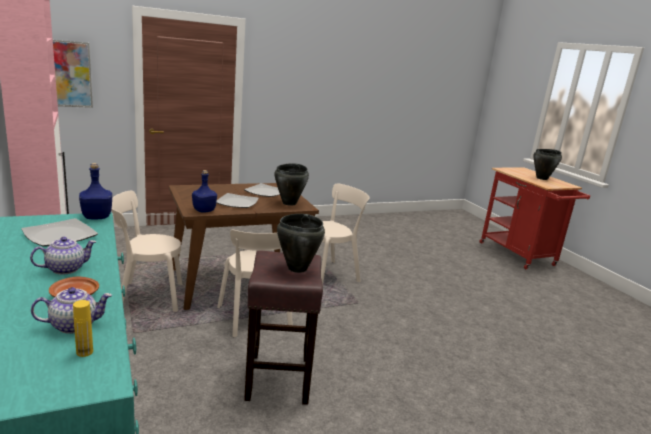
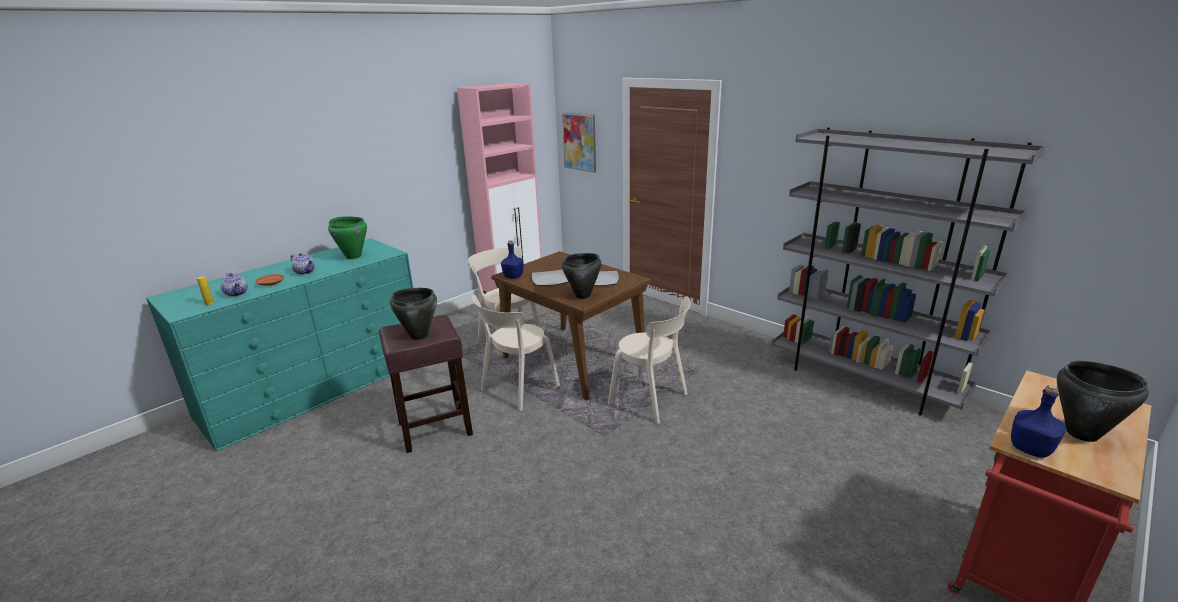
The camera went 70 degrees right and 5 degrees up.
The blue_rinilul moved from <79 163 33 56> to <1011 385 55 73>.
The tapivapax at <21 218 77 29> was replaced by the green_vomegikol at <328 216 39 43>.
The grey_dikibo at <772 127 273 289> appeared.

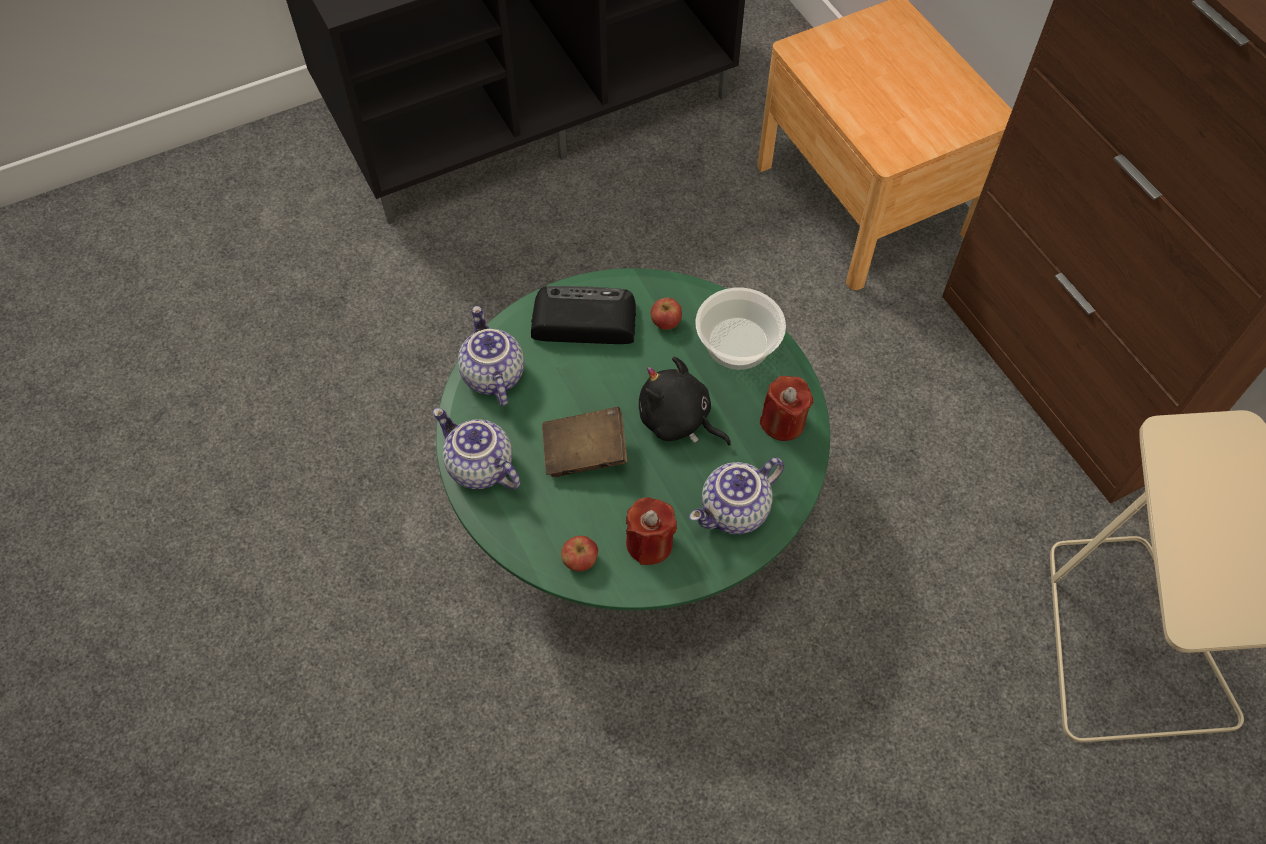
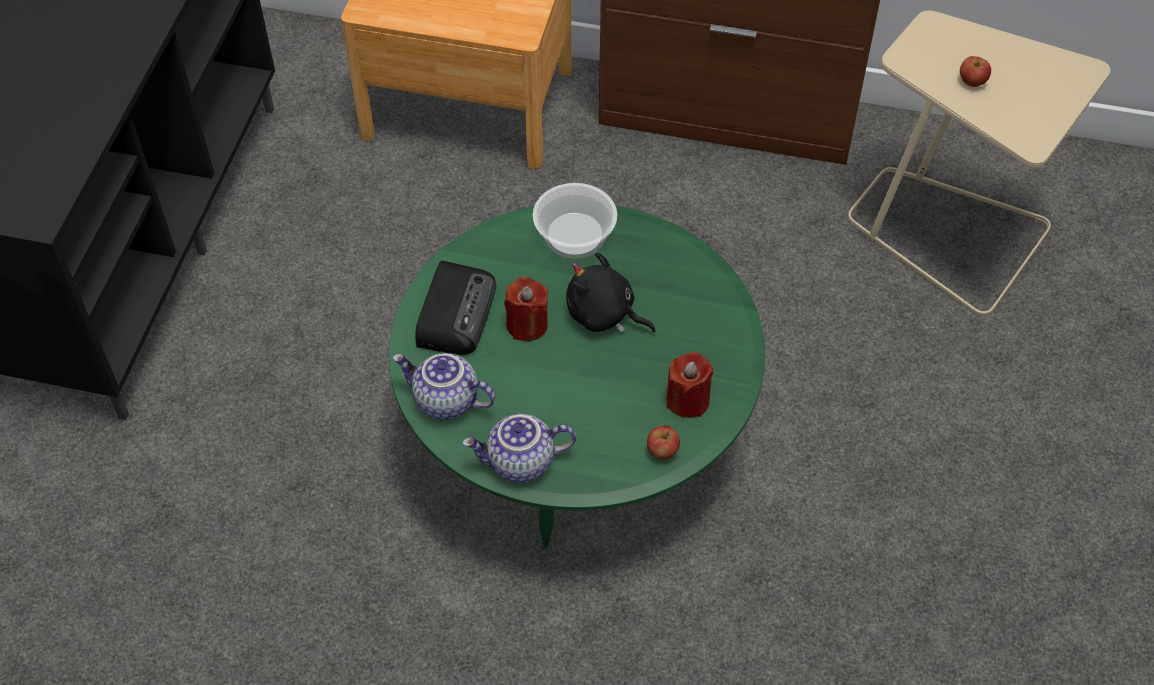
The camera went 50 degrees left and 5 degrees down.
The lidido at <531 286 105 58> turned 150 degrees clockwise.
The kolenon moved from <651 298 31 32> to <960 56 31 31>.
The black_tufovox at <639 356 92 89> turned 45 degrees clockwise.
The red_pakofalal moved from <760 376 53 65> to <504 277 44 64>.
The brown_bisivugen at <542 407 85 70> disappeared.
The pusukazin at <689 457 95 77> disappeared.

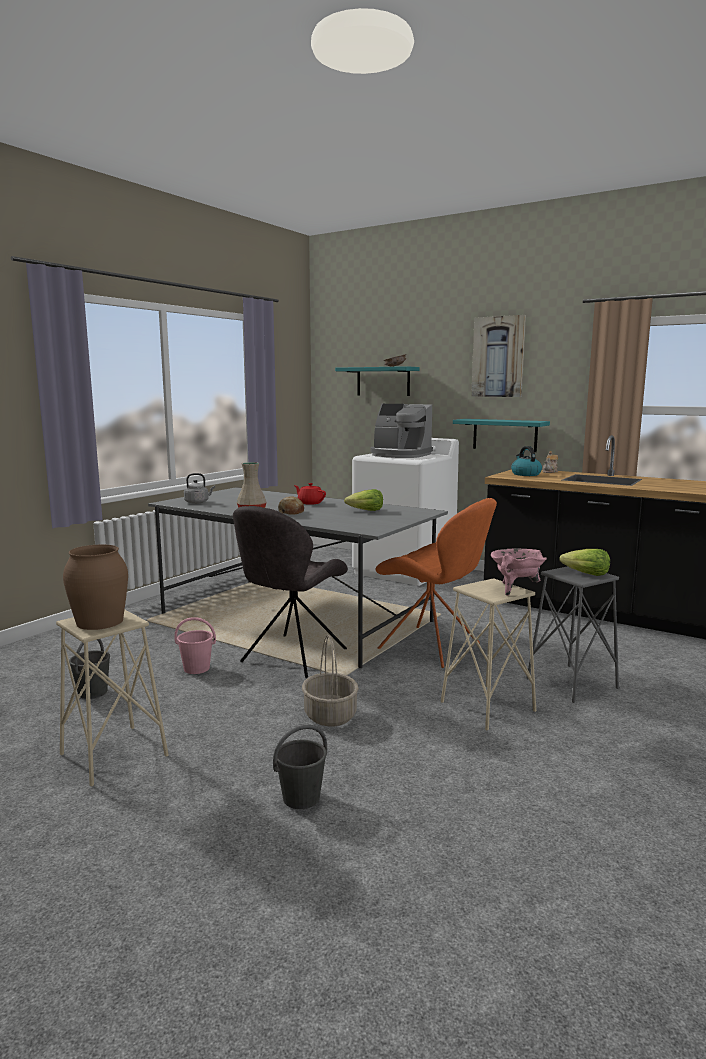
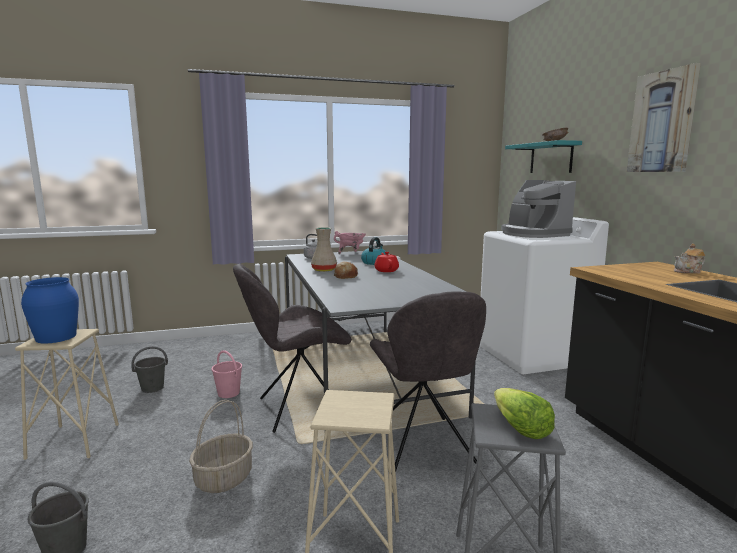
The camera went 40 degrees right and 0 degrees up.
The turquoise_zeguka at <453 419 97 33> disappeared.
The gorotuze moved from <511 446 31 30> to <361 237 25 28>.
The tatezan at <344 489 39 22> disappeared.
The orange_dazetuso at <375 498 122 170> became the grey_dazetuso at <370 291 116 182>.
The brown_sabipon at <63 545 65 85> became the blue_sabipon at <21 277 58 66>.
The pink_vomegikol moved from <491 549 56 47> to <334 231 32 23>.

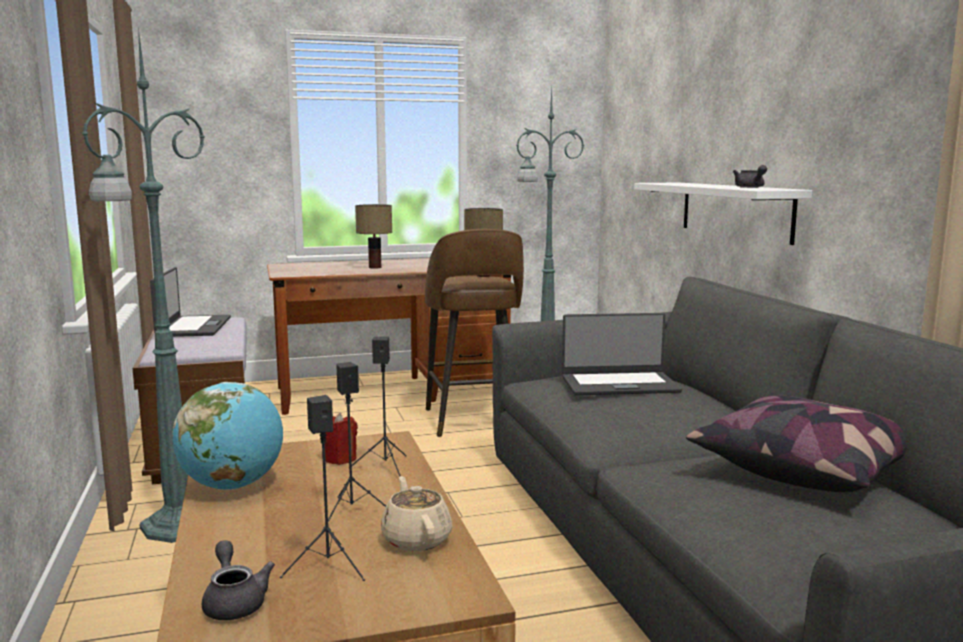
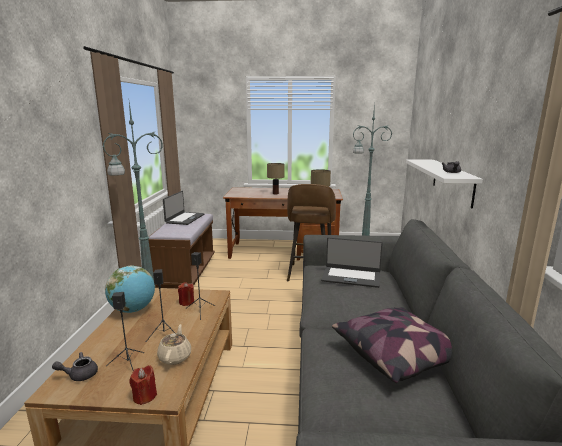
The camera went 20 degrees right and 5 degrees up.
The grey_pusukazin at <202 540 73 80> turned 105 degrees counterclockwise.
The red_pakofalal at <129 365 28 40> appeared.

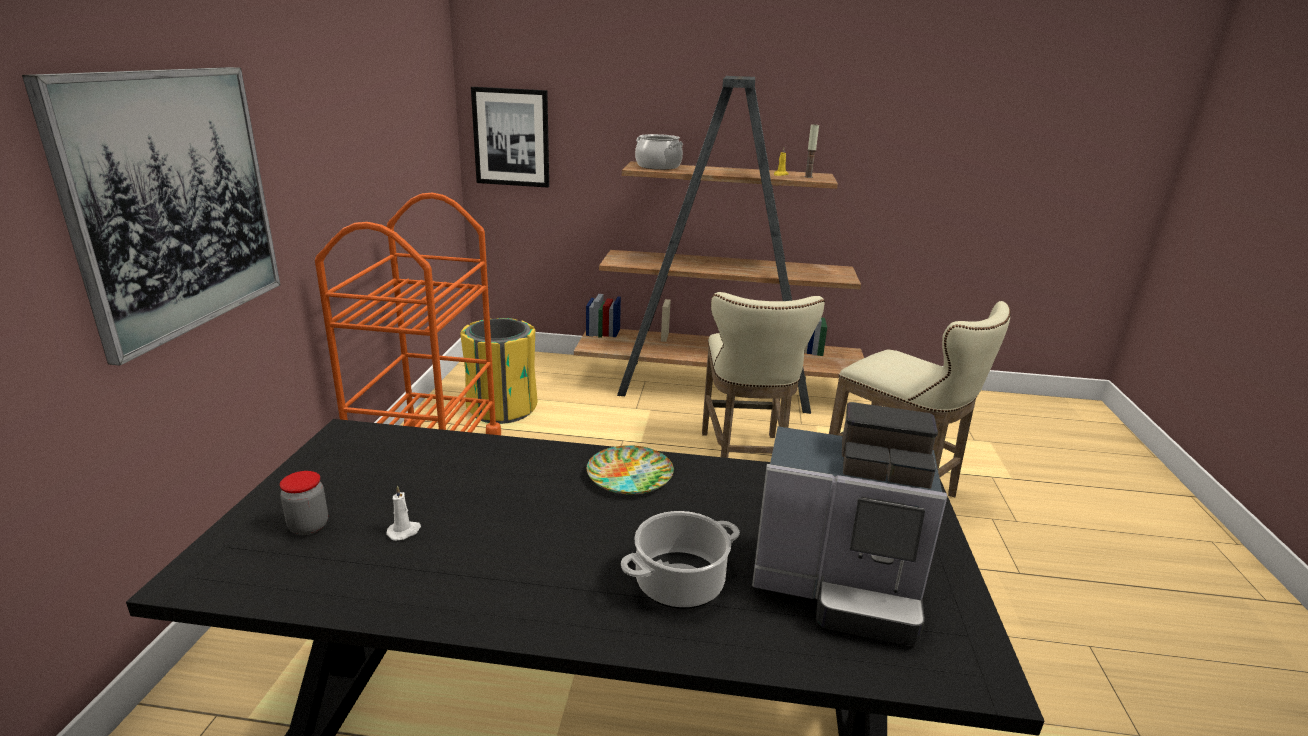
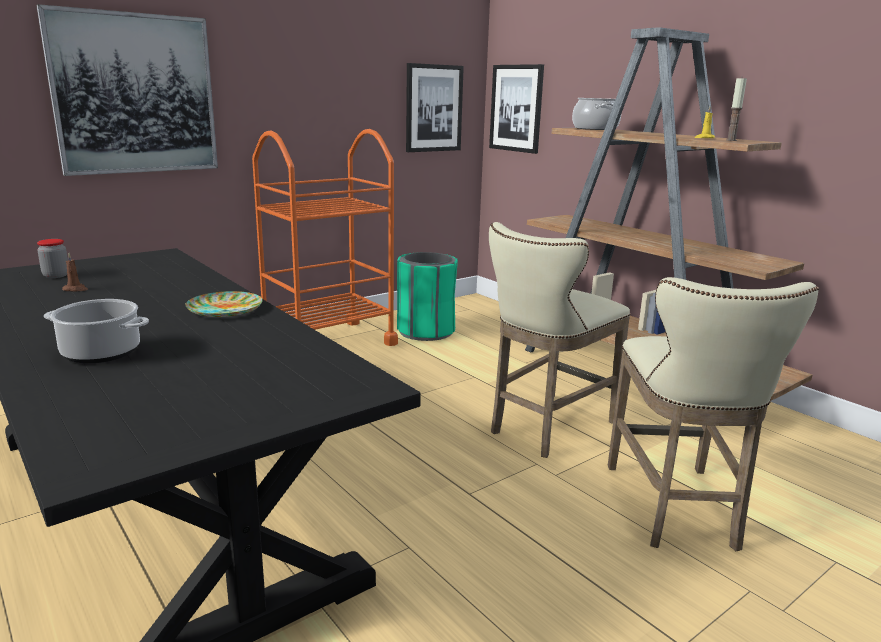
The camera went 45 degrees right and 5 degrees down.
The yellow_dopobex at <460 318 78 106> became the green_dopobex at <397 252 61 89>.
The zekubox at <752 402 195 244> disappeared.
The white_pakofalal at <386 485 35 56> became the brown_pakofalal at <62 253 26 39>.
The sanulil at <406 63 58 89> appeared.

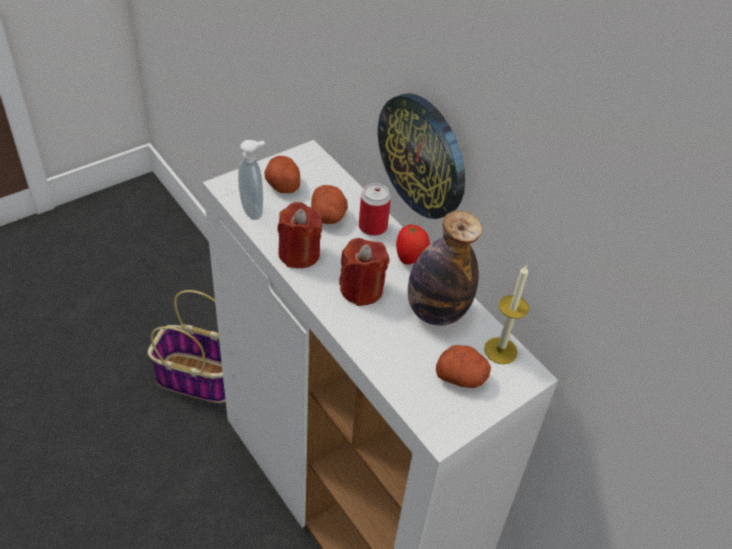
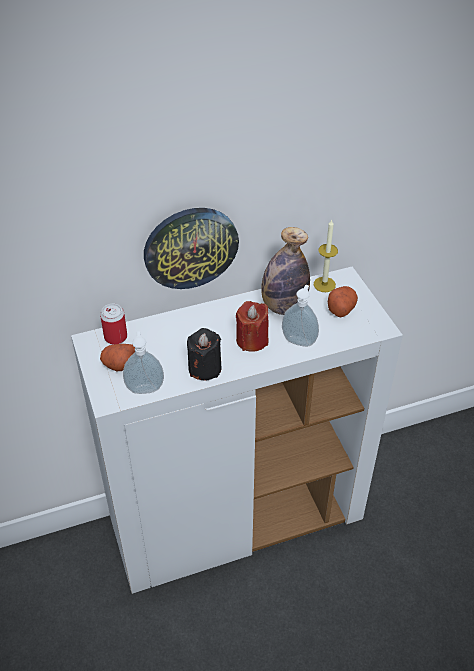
The camera went 70 degrees left and 0 degrees up.
The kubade moved from <359 183 32 53> to <100 303 27 42>.
The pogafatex at <311 185 37 39> disappeared.
The red_pakofalal at <277 202 45 66> became the black_pakofalal at <187 328 35 53>.
The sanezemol at <396 224 34 40> disappeared.
The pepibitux at <148 290 77 113> disappeared.
The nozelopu at <282 285 37 62> appeared.

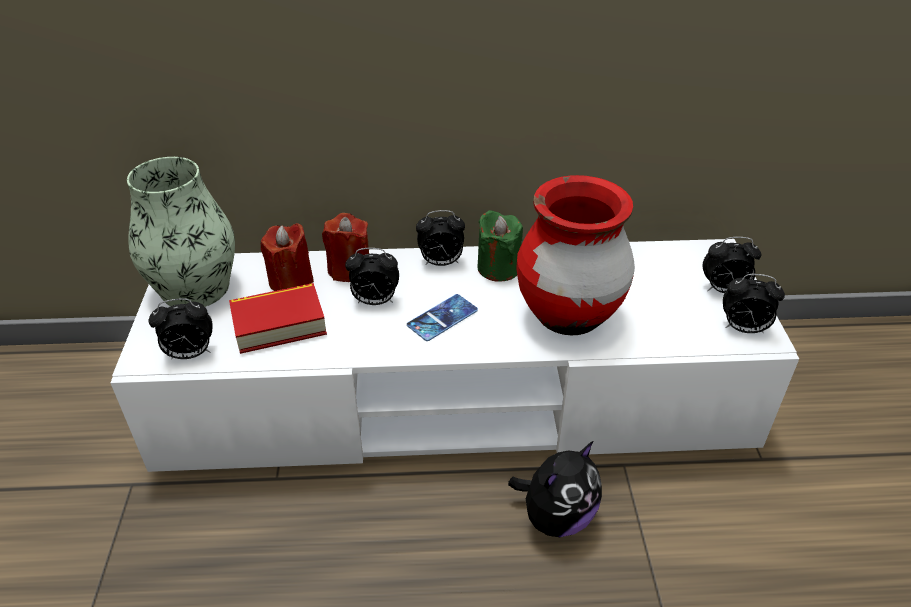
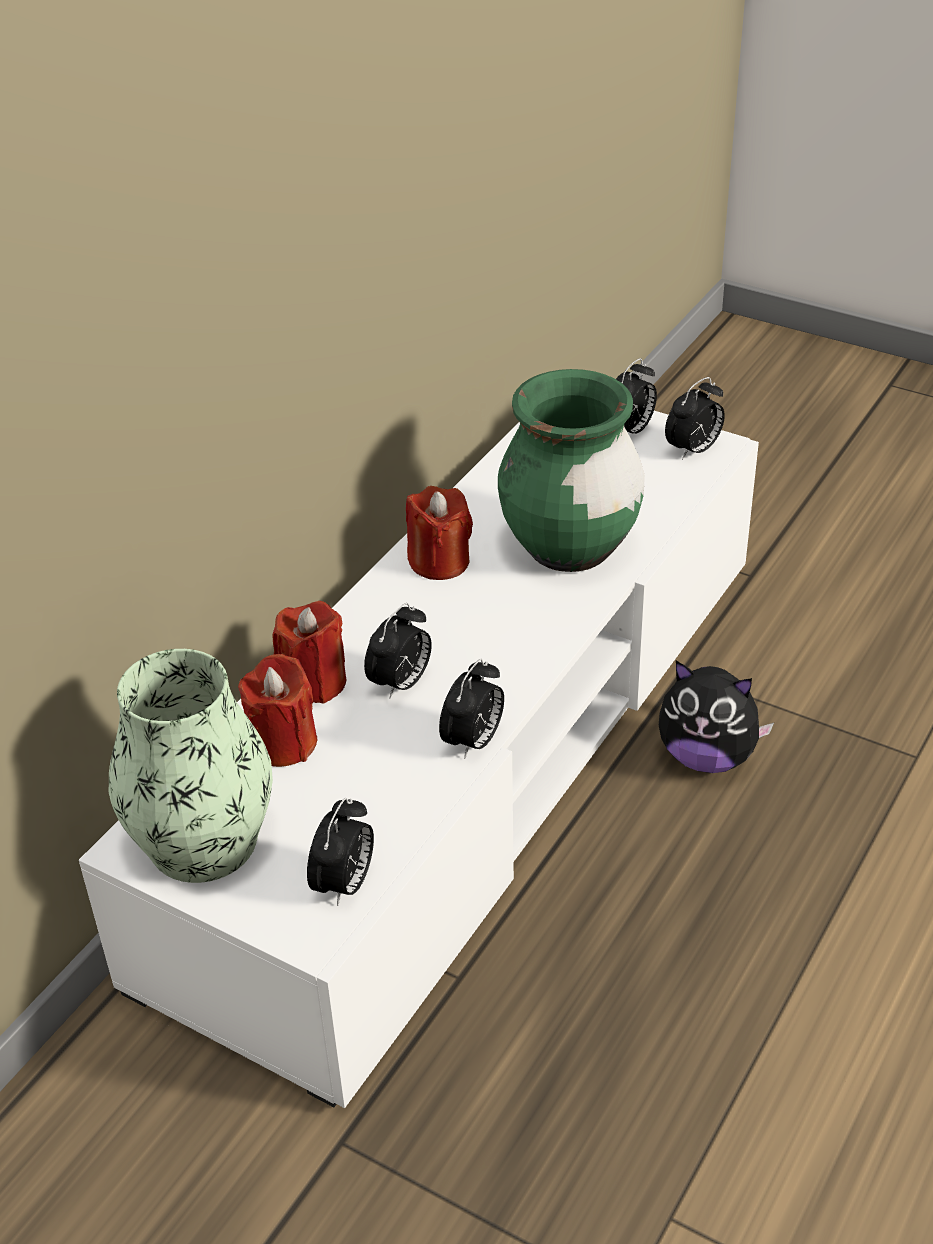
The camera went 55 degrees left and 0 degrees up.
The red_sabipon at <516 175 119 160> became the green_sabipon at <498 369 147 203>.
The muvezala moved from <416 210 49 56> to <439 659 65 100>.
The green_pakofalal at <478 210 45 72> became the red_pakofalal at <406 486 67 94>.
The bisivugen at <229 283 98 71> disappeared.
The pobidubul at <407 294 71 47> disappeared.
The tufovox at <508 441 94 96> turned 120 degrees clockwise.

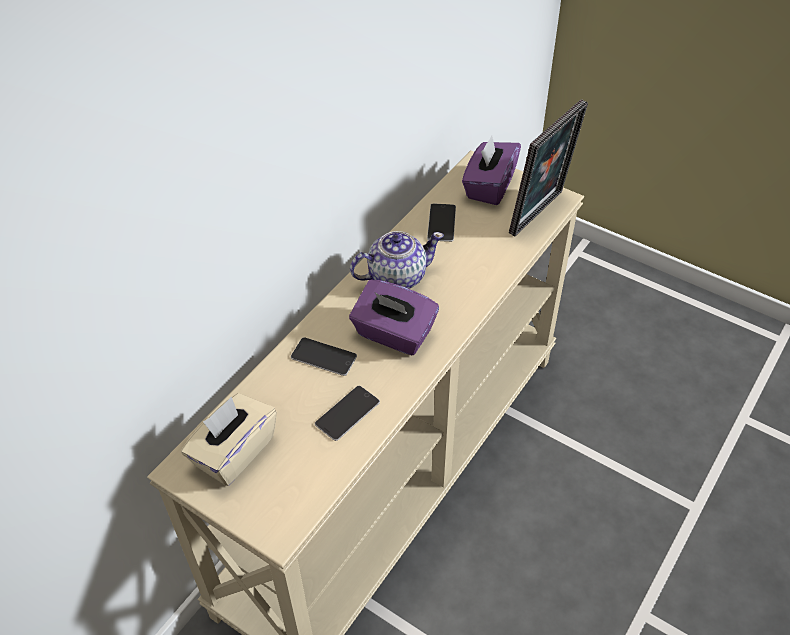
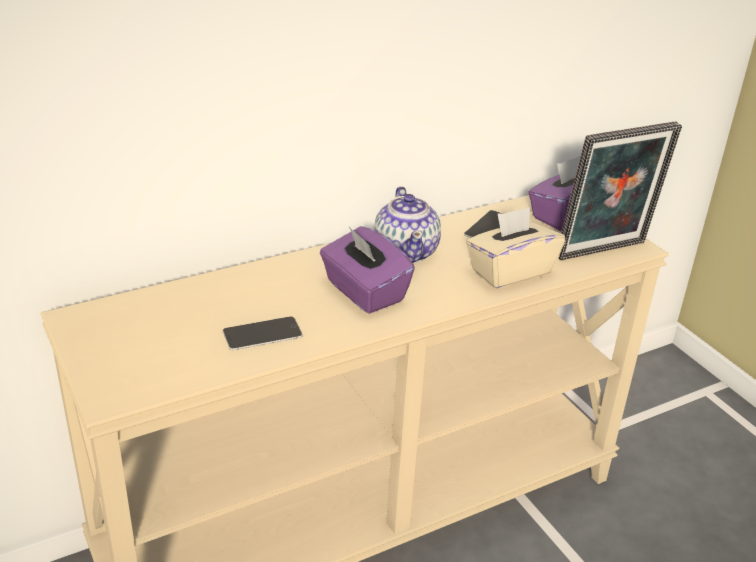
The camera went 25 degrees right and 15 degrees down.
The pusukazin at <350 231 94 58> turned 75 degrees clockwise.
The pobidubul at <291 337 66 39> disappeared.
The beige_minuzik moved from <181 393 96 93> to <466 207 99 82>.

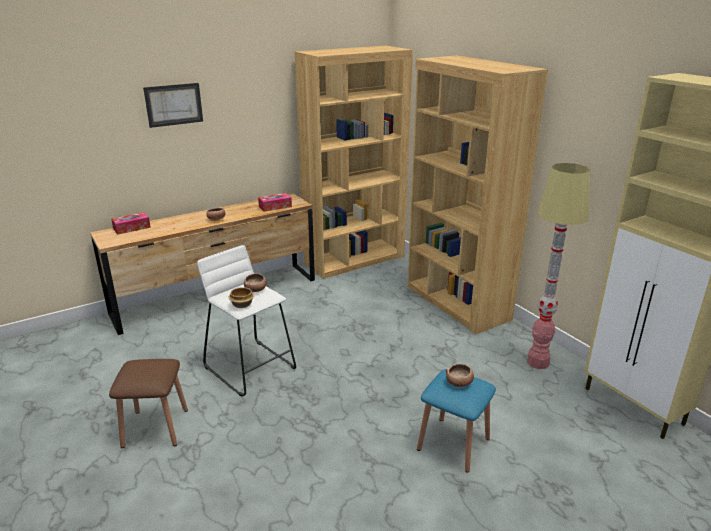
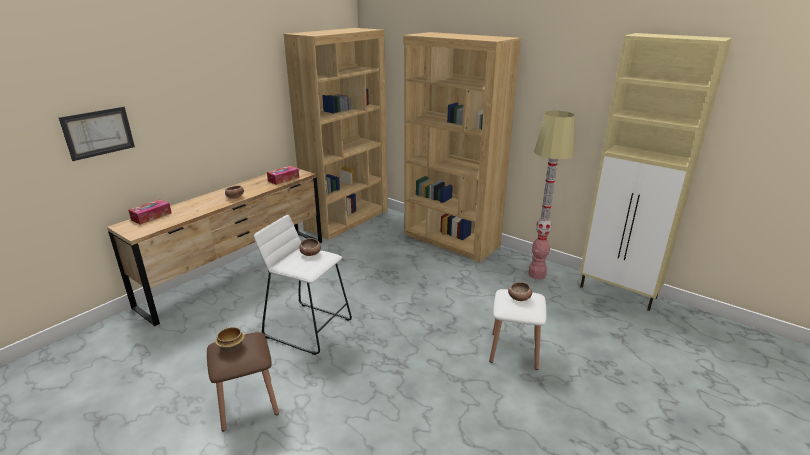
The camera went 20 degrees left and 0 degrees up.
The sanulil moved from <143 83 60 45> to <59 107 76 54>.
The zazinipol moved from <228 287 26 21> to <215 327 30 25>.
The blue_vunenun at <417 369 79 104> became the white_vunenun at <489 289 58 81>.

